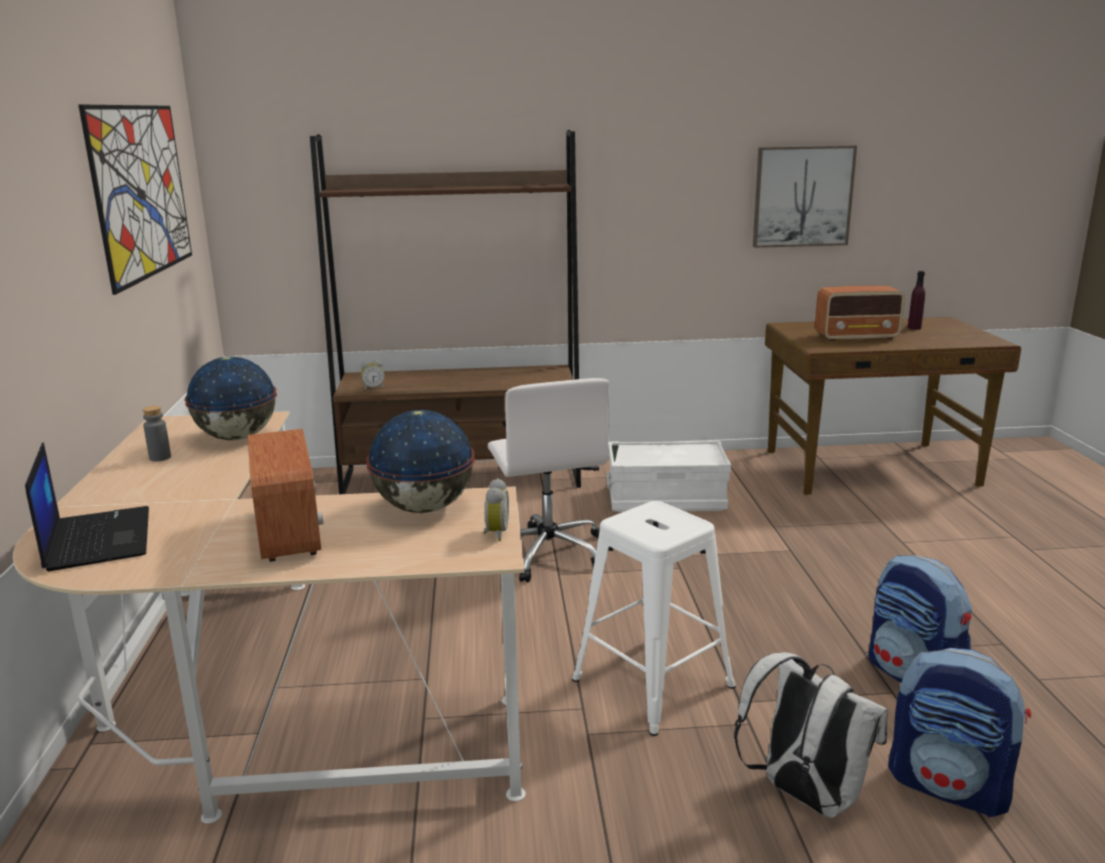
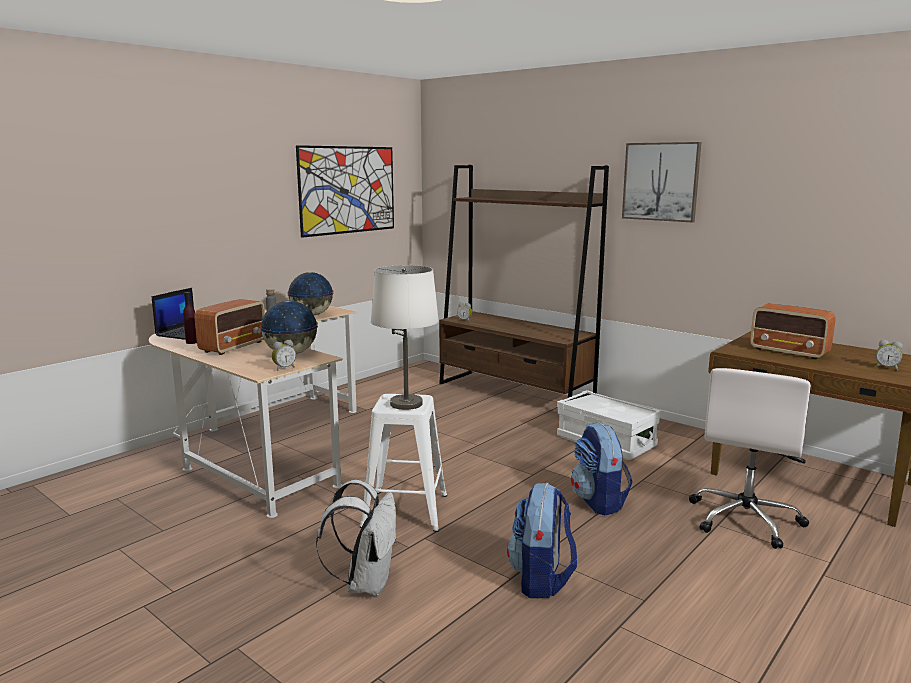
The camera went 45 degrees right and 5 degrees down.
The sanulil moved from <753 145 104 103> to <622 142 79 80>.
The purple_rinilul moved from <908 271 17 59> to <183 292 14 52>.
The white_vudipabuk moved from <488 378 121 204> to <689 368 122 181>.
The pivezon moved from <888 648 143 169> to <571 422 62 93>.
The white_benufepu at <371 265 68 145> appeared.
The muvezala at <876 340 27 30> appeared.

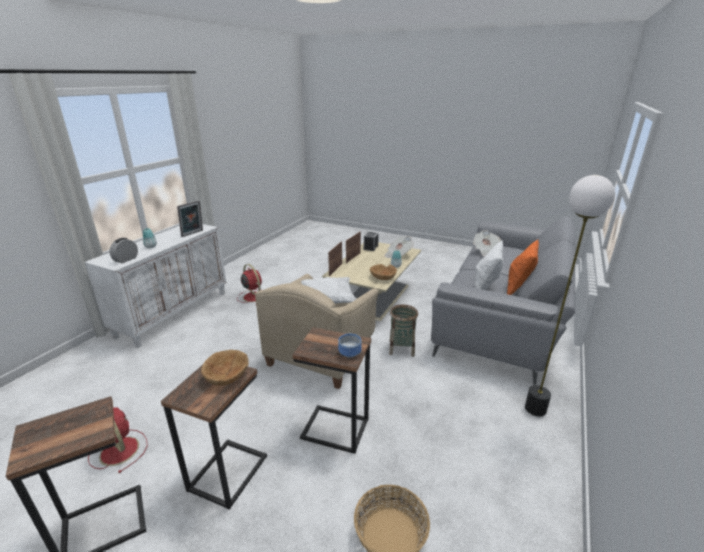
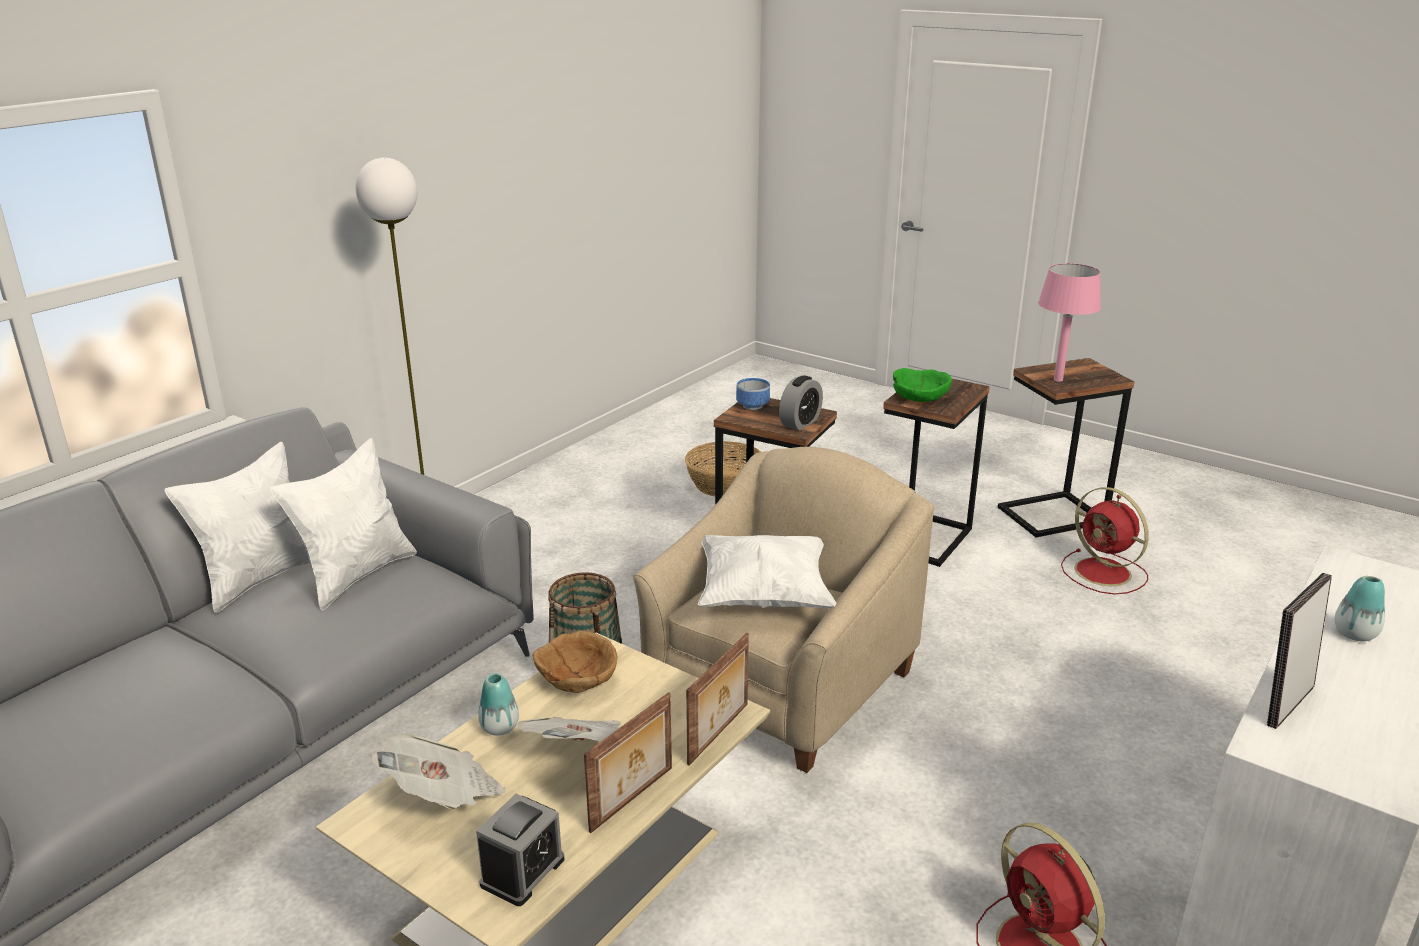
The camera went 170 degrees left and 0 degrees up.
The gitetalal moved from <473 230 28 26> to <517 717 104 24>.
The muvezala moved from <109 238 29 25> to <779 375 44 55>.
The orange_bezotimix at <507 240 32 55> became the white_bezotimix at <165 442 145 171>.
The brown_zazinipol at <201 350 48 36> became the green_zazinipol at <893 368 59 34>.
The pink_benufepu at <1038 263 63 119> appeared.

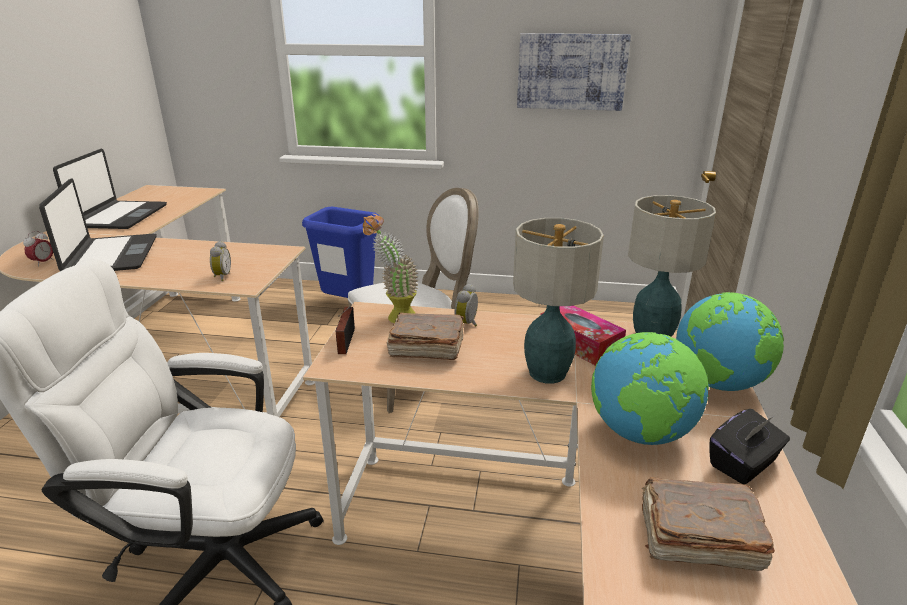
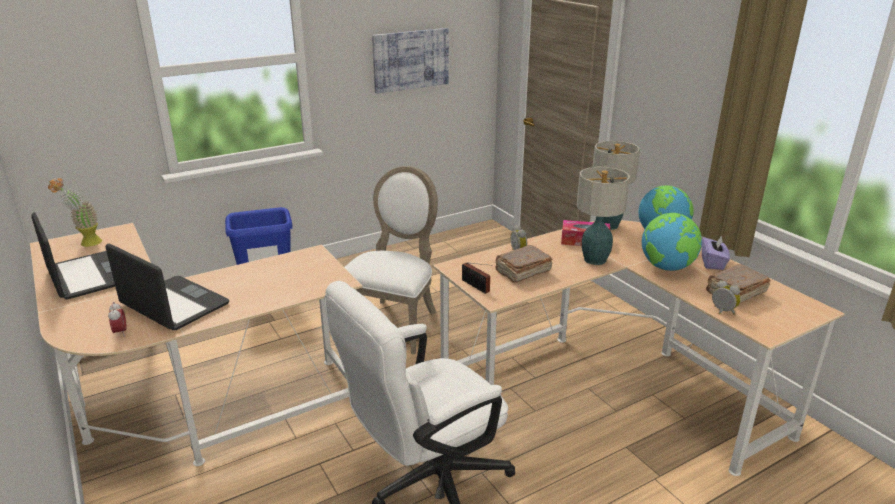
The camera went 40 degrees left and 0 degrees up.
The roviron moved from <363 214 55 109> to <48 178 54 69>.
The muvezala moved from <210 241 21 40> to <712 280 29 35>.
The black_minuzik at <709 409 81 75> became the purple_minuzik at <702 235 28 35>.

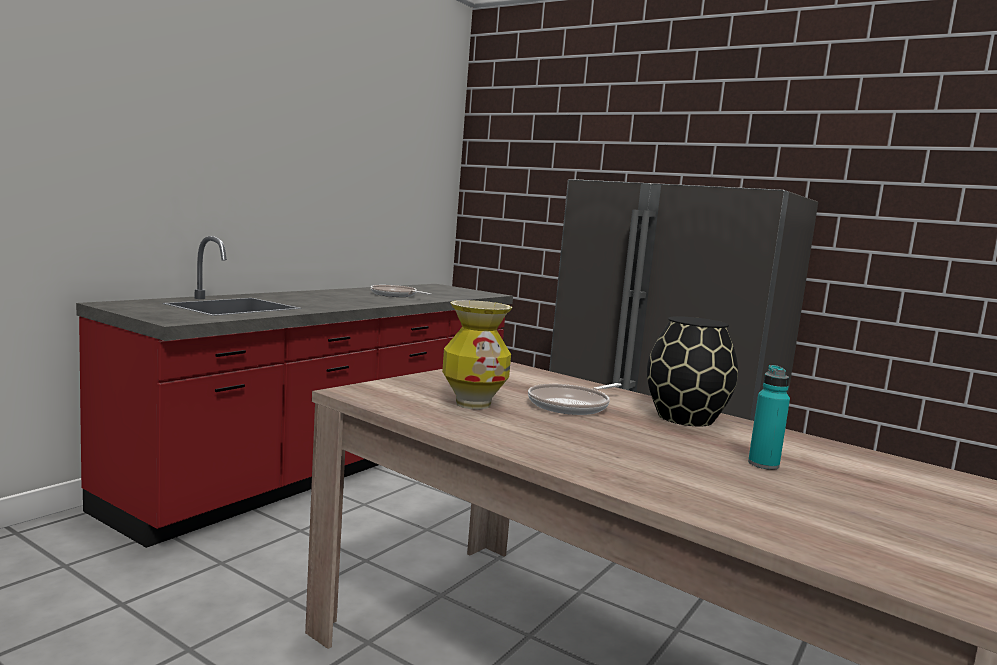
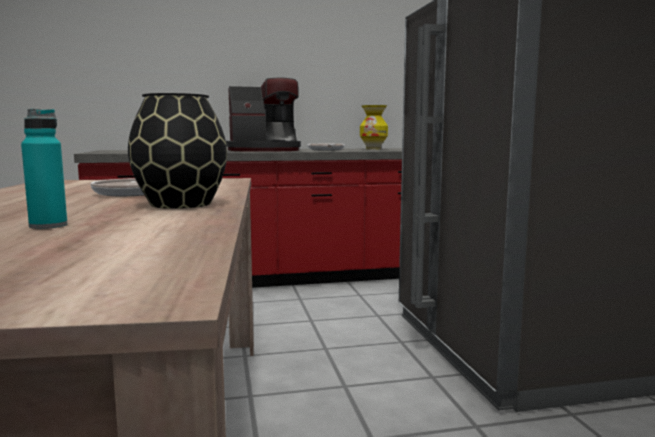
The camera went 45 degrees right and 0 degrees up.
The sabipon moved from <442 300 71 109> to <360 105 28 45>.
The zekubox at <226 78 75 74> appeared.

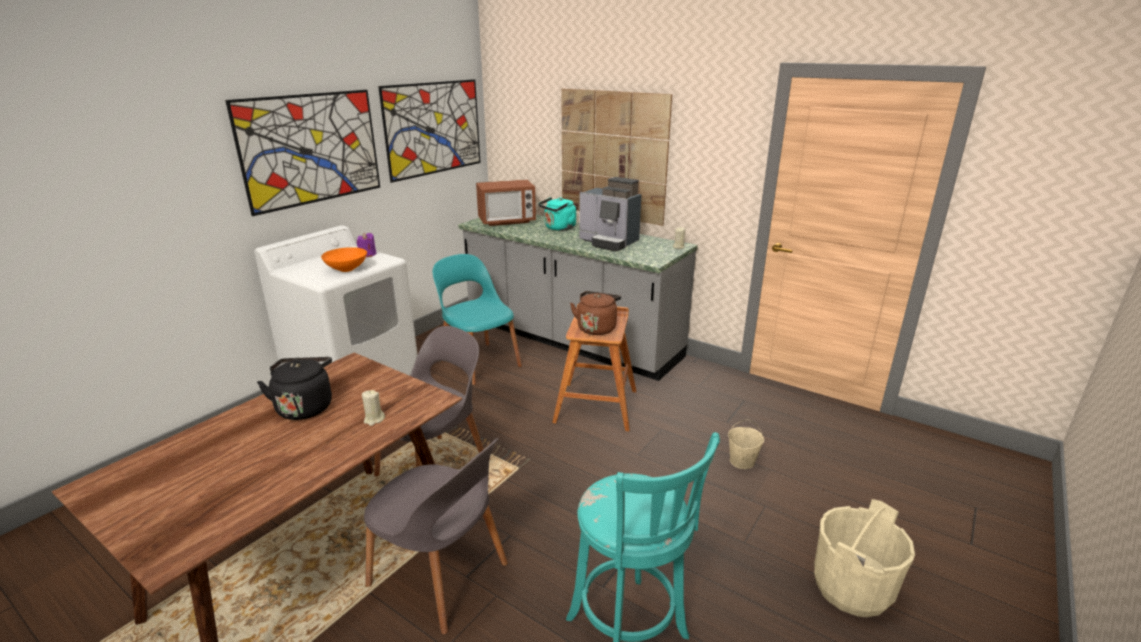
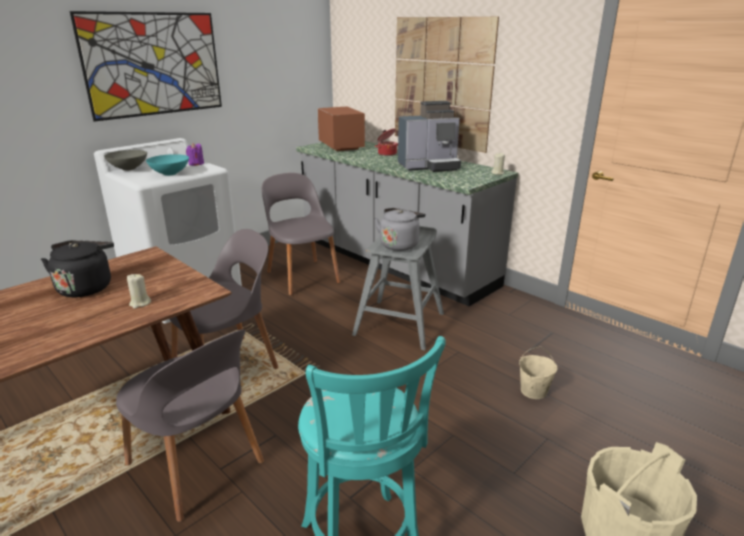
The camera went 10 degrees right and 0 degrees up.
The sanulil at <378 79 103 104> disappeared.
The zekubox at <579 177 63 74> turned 60 degrees counterclockwise.
The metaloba at <476 179 60 47> turned 105 degrees counterclockwise.
The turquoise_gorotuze at <538 197 38 34> was replaced by the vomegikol at <375 128 23 28>.
The orange_zazinipol at <321 247 46 25> became the turquoise_zazinipol at <146 154 43 22>.
The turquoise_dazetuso at <433 254 89 131> became the grey_dazetuso at <262 173 79 122>.
The brown_gorotuze at <570 291 51 44> became the grey_gorotuze at <374 208 51 43>.
The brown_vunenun at <552 305 84 126> became the grey_vunenun at <352 226 92 124>.
The grey_zazinipol at <104 150 43 21> appeared.

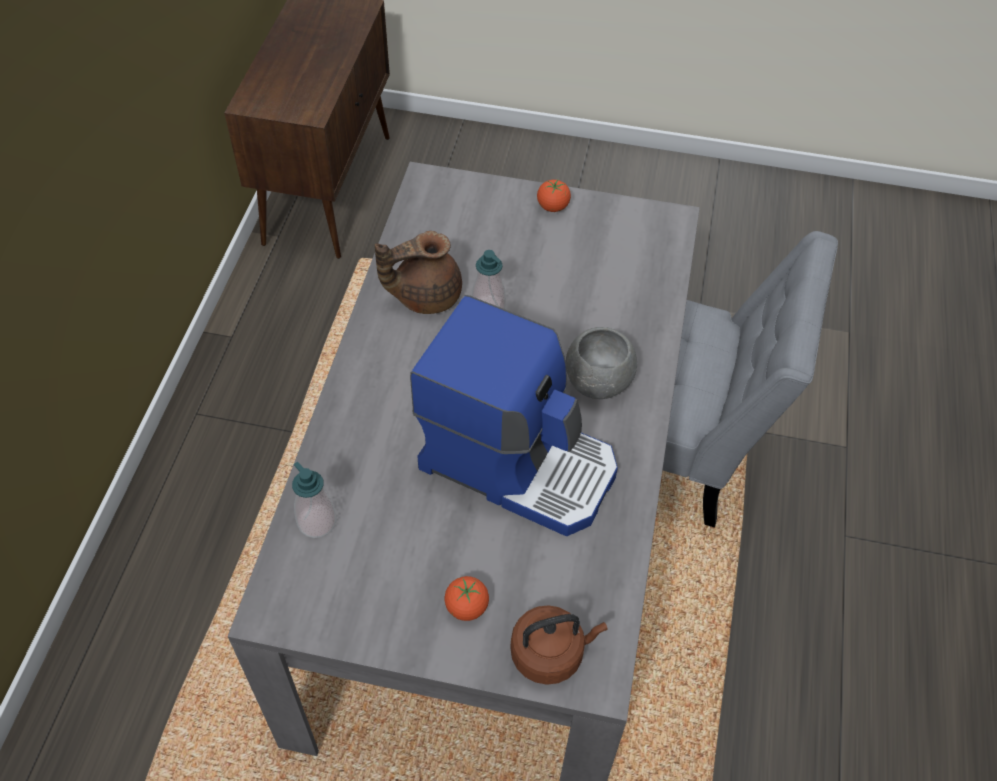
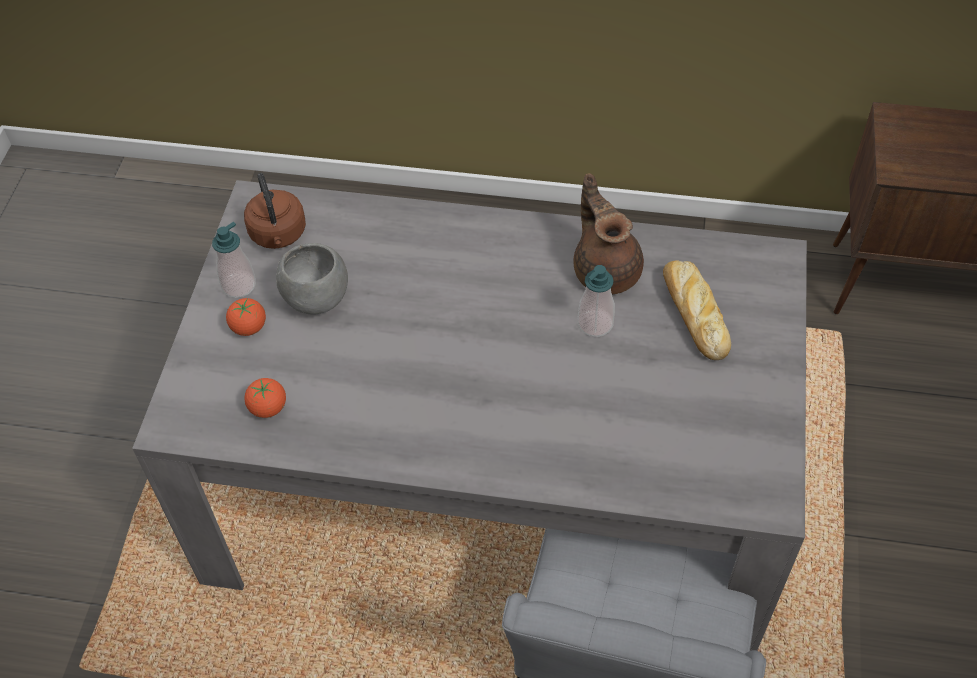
The camera went 90 degrees right and 0 degrees up.
The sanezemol moved from <537 180 34 32> to <244 378 42 40>.
The zekubox at <410 295 208 241> disappeared.
The grey_zazinipol moved from <566 327 71 72> to <276 243 72 72>.
The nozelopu moved from <292 462 44 76> to <212 222 44 76>.
The brown_gorotuze moved from <510 605 98 80> to <244 173 62 76>.
The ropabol at <663 261 68 99> appeared.

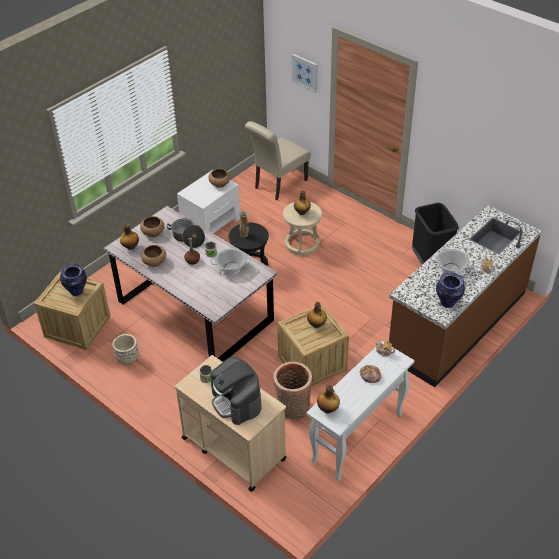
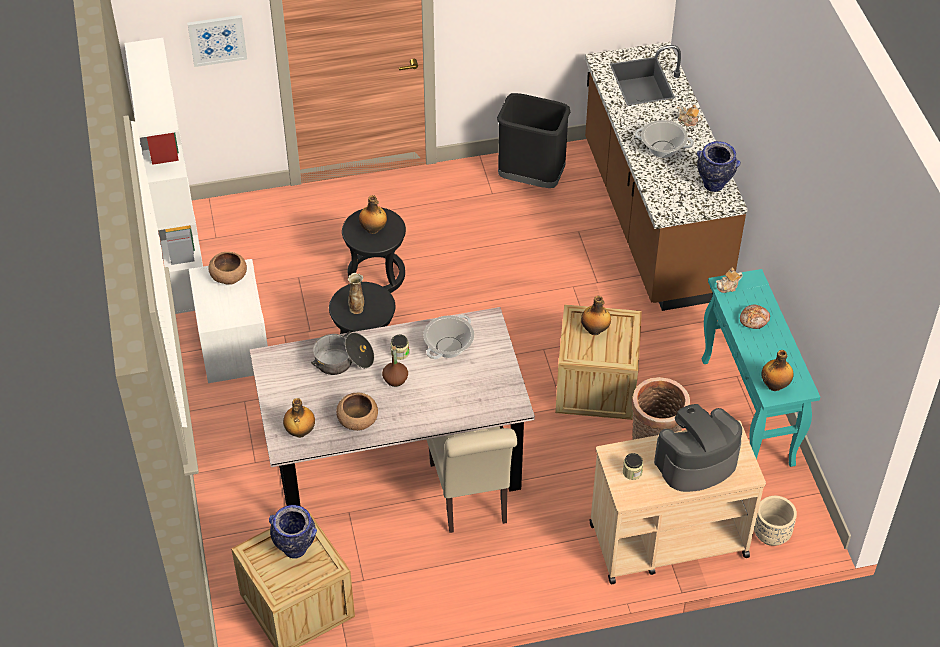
The camera went 55 degrees left and 5 degrees up.
The beige_dazetuso moved from <245 121 65 79> to <426 426 91 107>.
The beige_vunenun at <283 202 39 53> became the black_vunenun at <342 208 64 85>.
The brown_zazinipol at <140 216 24 21> disappeared.
The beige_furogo moved from <112 334 27 31> to <754 496 43 50>.
The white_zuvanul at <306 341 109 140> became the turquoise_zuvanul at <702 269 118 198>.
The zekubox at <210 357 52 68> turned 150 degrees clockwise.
The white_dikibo at <124 38 79 276> appeared.

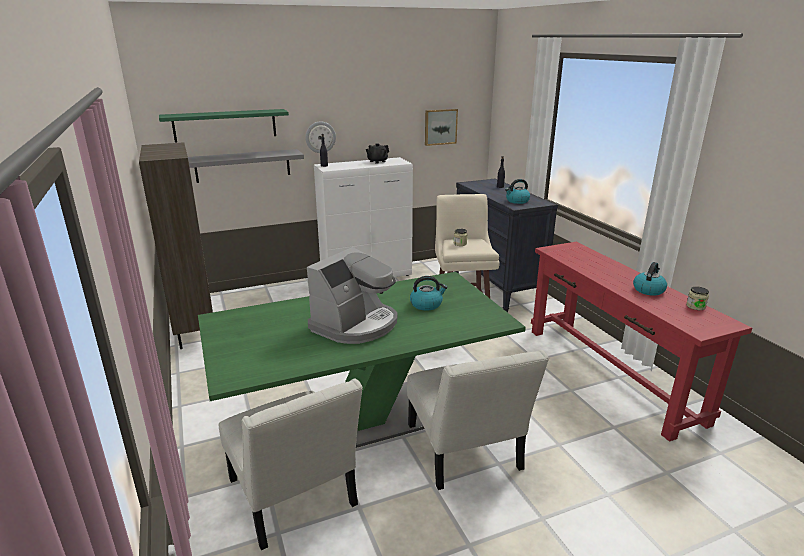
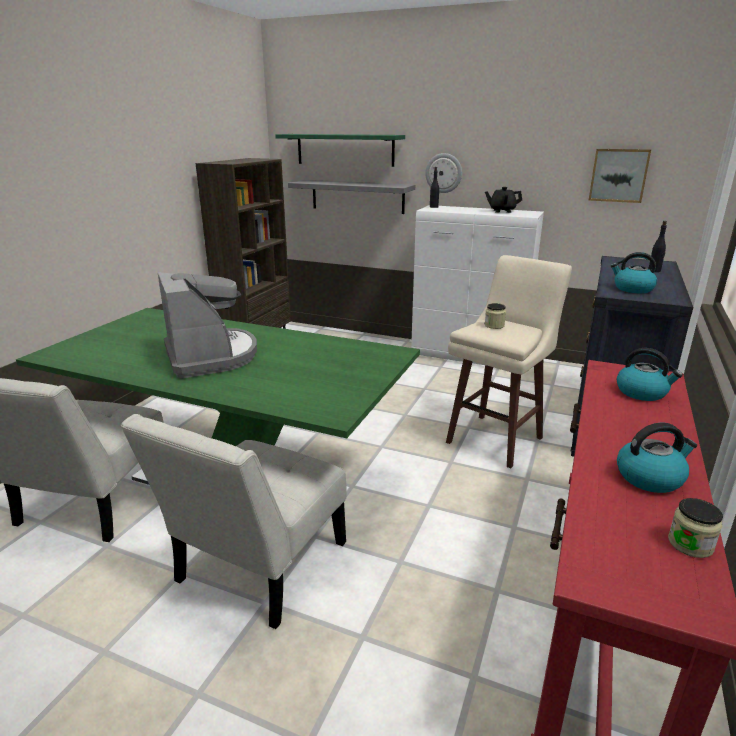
The camera went 45 degrees right and 0 degrees up.
The zekubox at <307 247 90 97> turned 105 degrees counterclockwise.
The gorotuze moved from <410 276 38 35> to <617 348 66 53>.

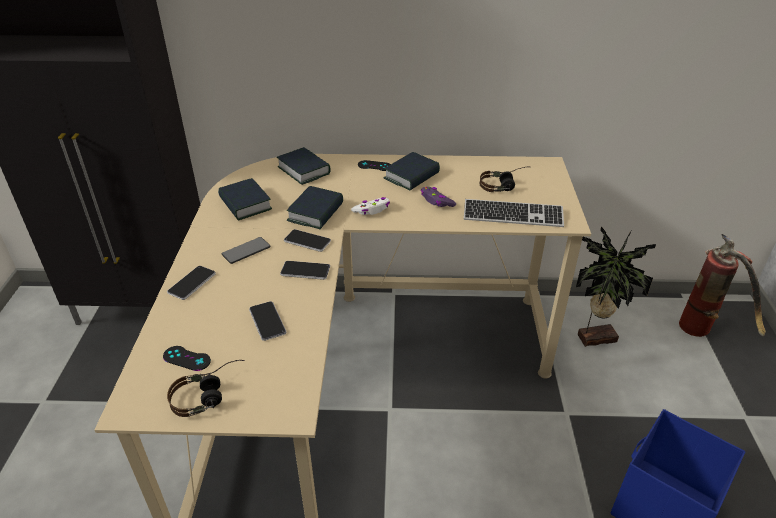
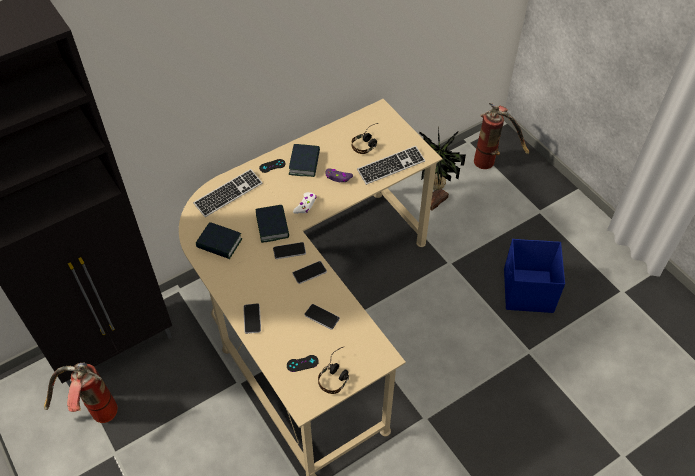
The camera went 35 degrees left and 15 degrees up.
The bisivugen at <277 147 54 38> was replaced by the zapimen at <193 169 70 48>.
The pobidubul at <222 237 48 27> disappeared.
The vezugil at <44 363 74 60> appeared.

